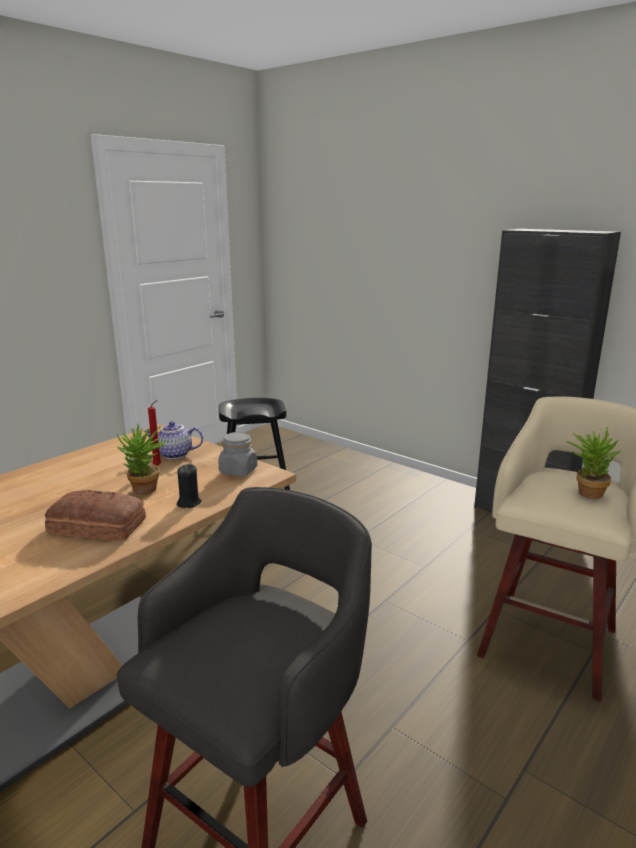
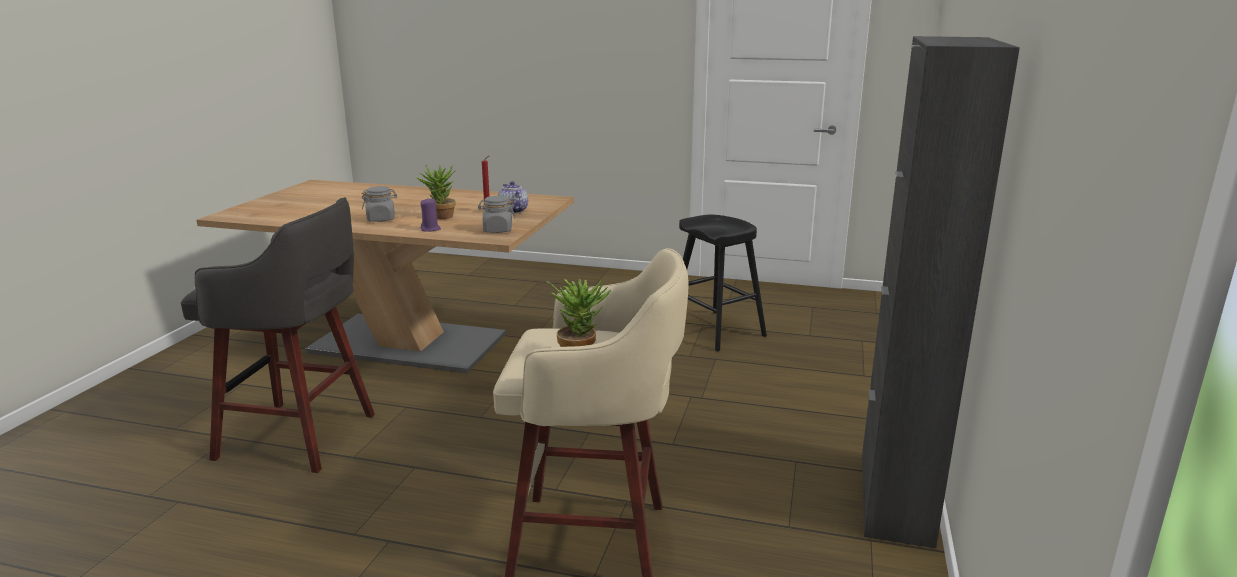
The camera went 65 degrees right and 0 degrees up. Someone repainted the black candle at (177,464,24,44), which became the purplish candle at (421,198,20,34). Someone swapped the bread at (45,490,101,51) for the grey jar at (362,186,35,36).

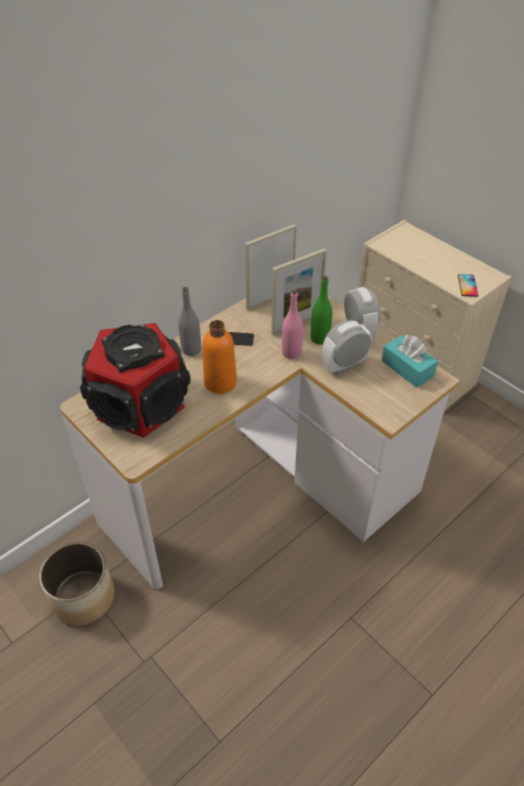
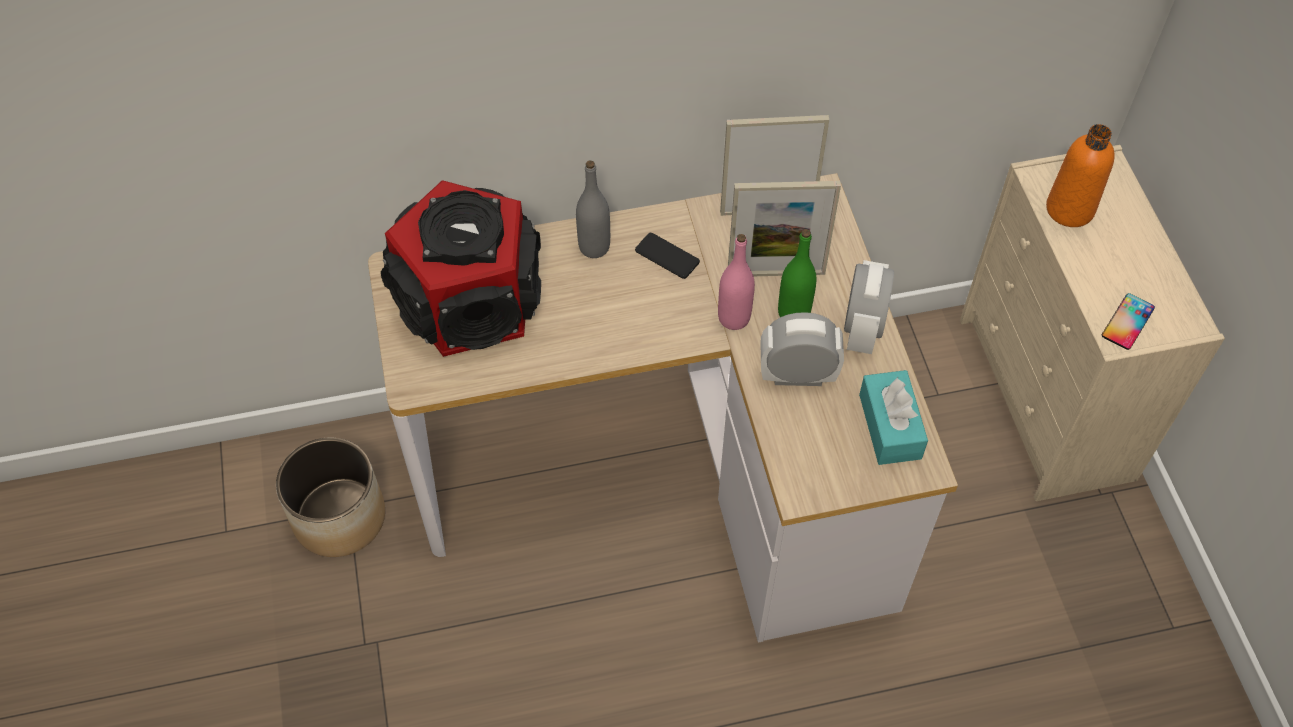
The camera went 30 degrees right and 10 degrees up. Someone carried the orange-coloured drink bottle from (202,320,35,74) to (1046,124,69,103).

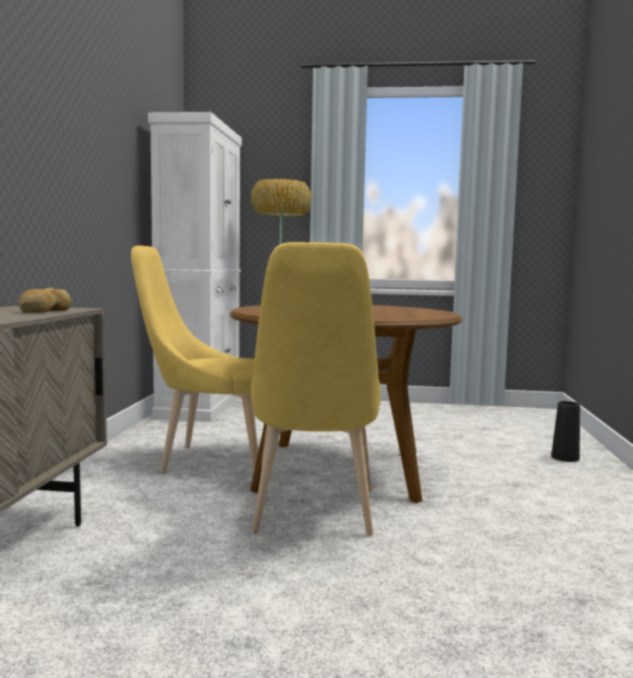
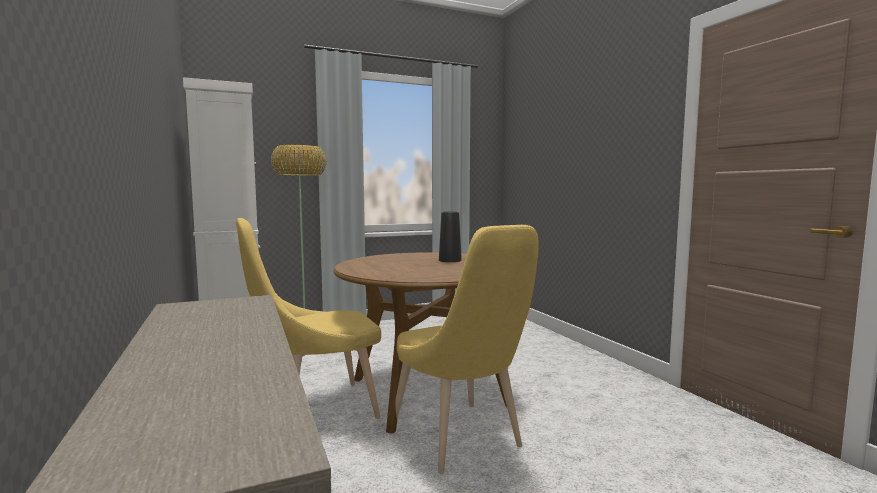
The camera went 30 degrees left and 0 degrees up. Someone took away the bread at (19,288,53,25). Someone carried the black decorative vase from (551,401,29,61) to (439,212,23,50).

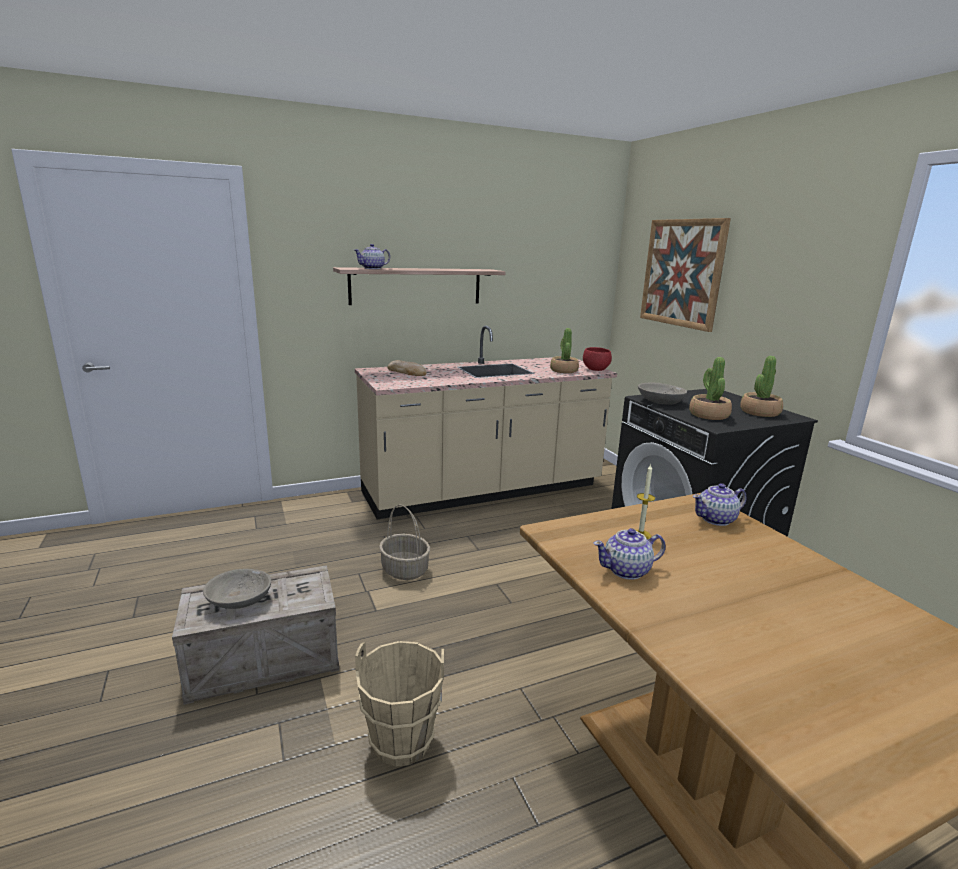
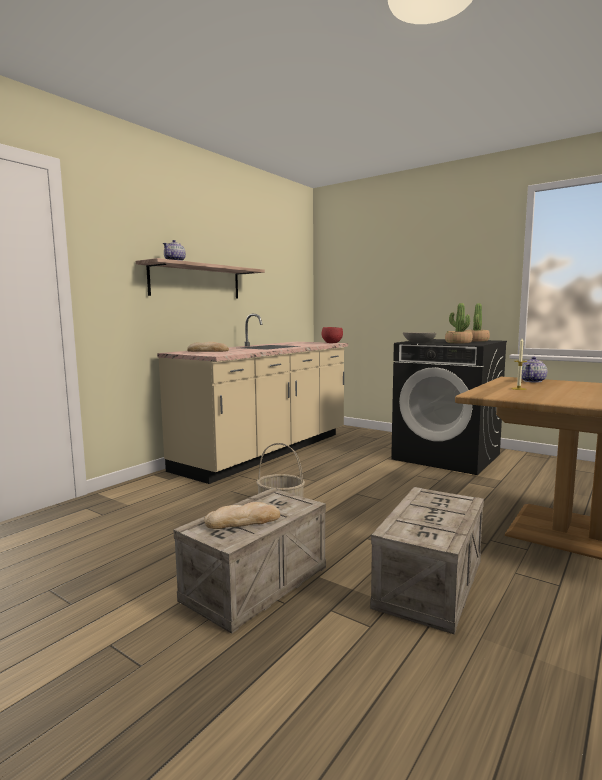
The camera went 30 degrees left and 10 degrees down. Someone took away the wall picture at (640,218,91,114). Someone took away the potted plant at (550,328,29,45). Someone took away the pot for tea at (593,528,72,52). Someone swapped the grey deep dish at (203,569,68,40) for the bread at (204,502,76,27). Someone swapped the beige-coloured water bucket at (355,641,89,126) for the shipping crate at (370,487,114,147).

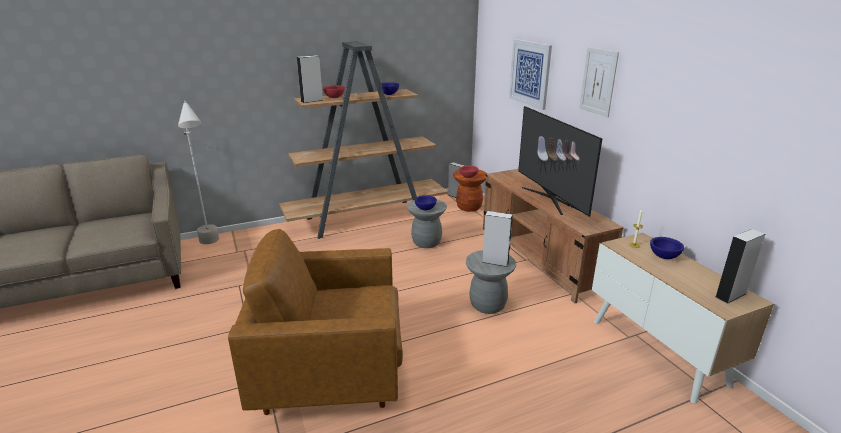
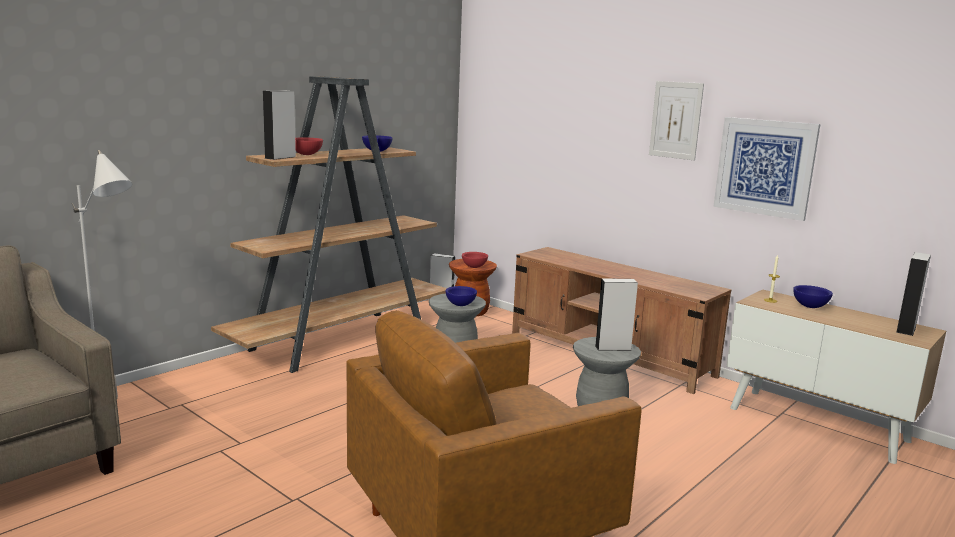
The camera went 25 degrees left and 10 degrees down. Someone carried the wall picture from (509,39,43,71) to (713,117,107,104). Someone took away the television at (518,106,84,111).

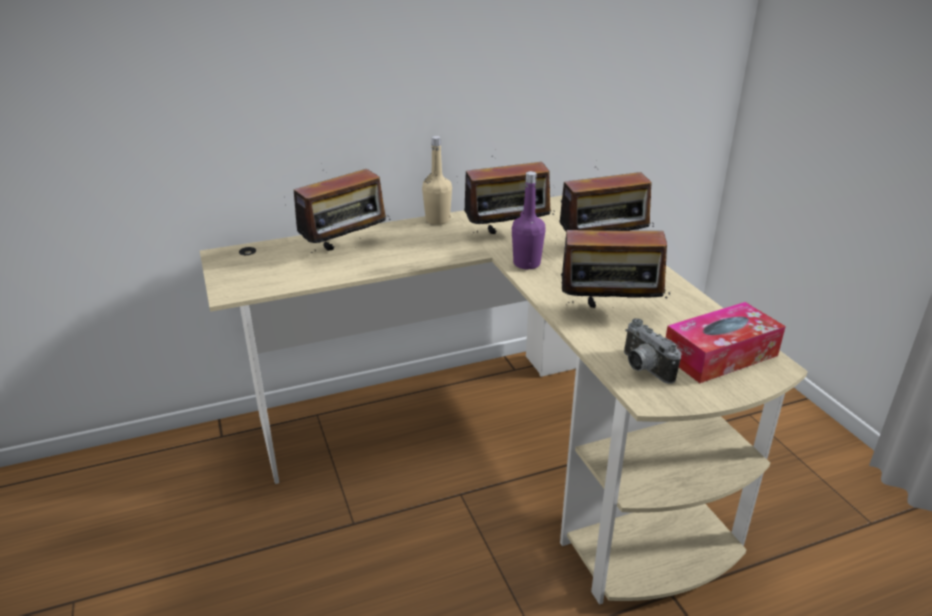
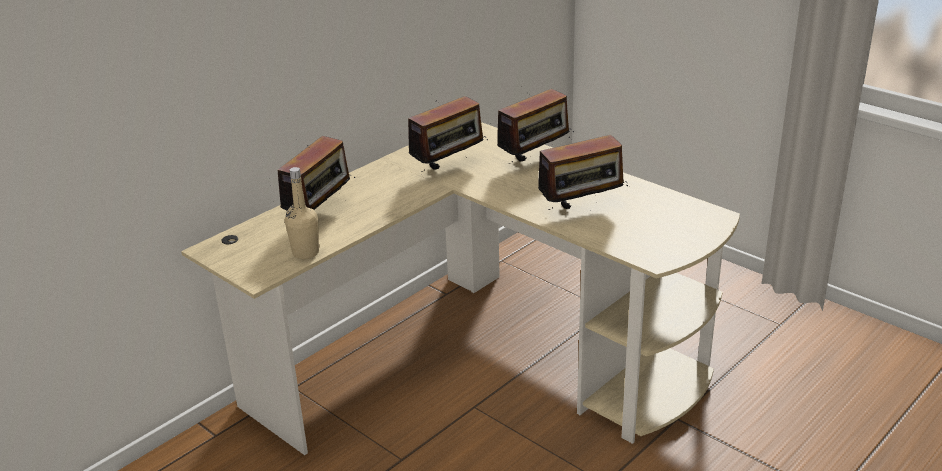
The camera went 25 degrees left and 0 degrees up. Someone carried the beige-coloured drink bottle from (422,136,30,89) to (285,167,35,92). Someone took away the purplish drink bottle at (512,171,34,99). Someone took away the box of tissues at (666,302,120,81). Someone took away the still camera at (624,318,57,66).

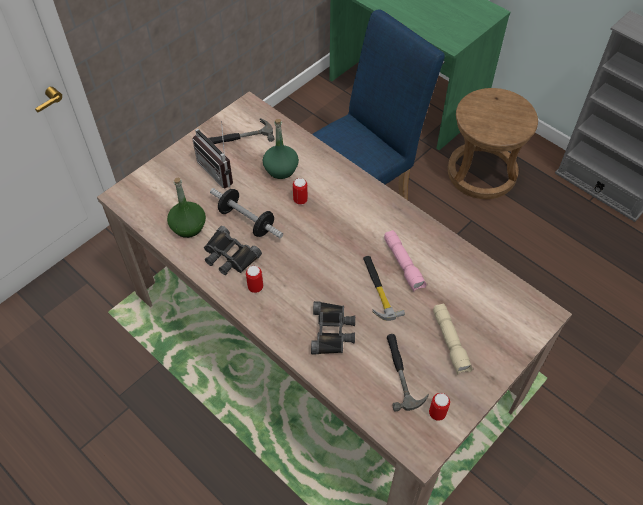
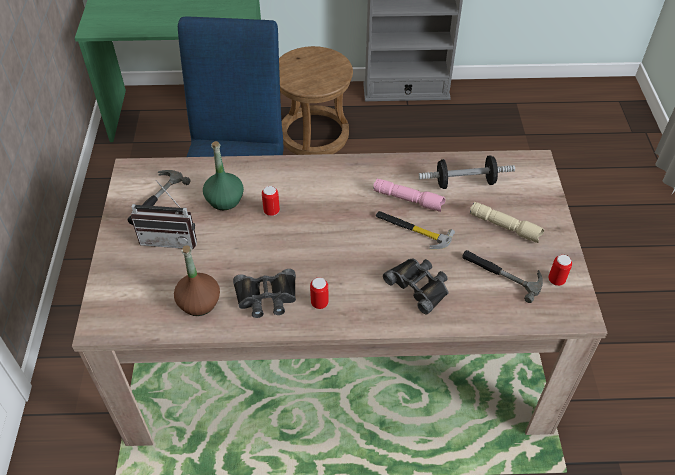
The camera went 45 degrees left and 5 degrees down. Someone repainted the green drink bottle at (167,178,39,60), which became the brown drink bottle at (174,245,46,71). Someone carried the free weight from (210,188,73,50) to (419,155,96,34).

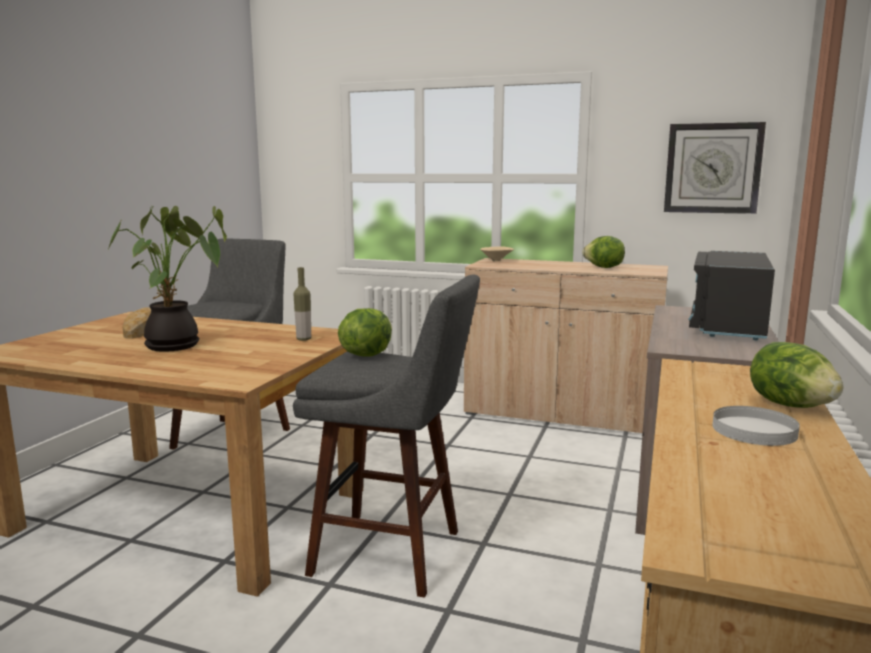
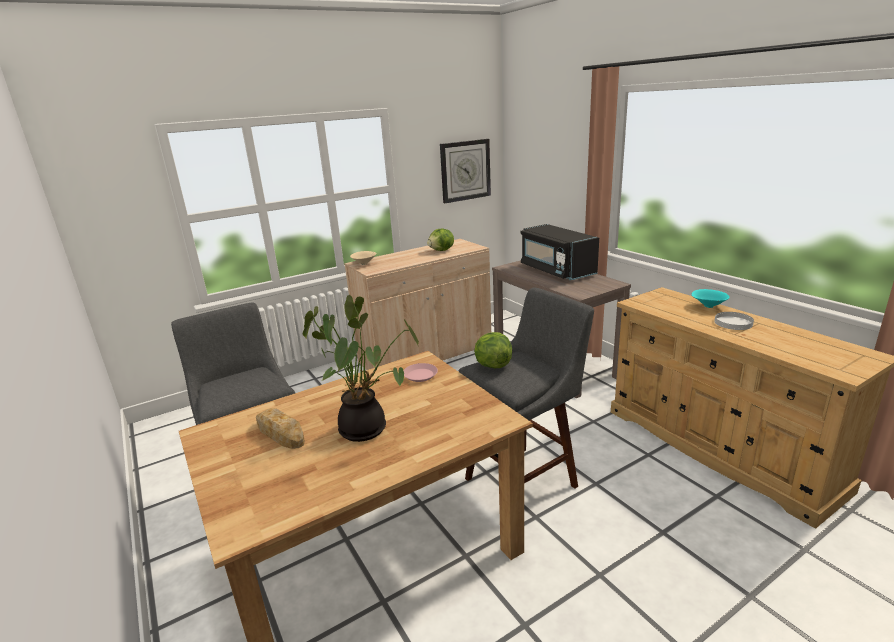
The camera went 50 degrees left and 10 degrees up. Someone swapped the drink bottle at (293,267,18,74) for the pink-coloured plate at (403,363,35,19). Someone swapped the lettuce at (750,342,93,66) for the turquoise deep dish at (692,289,38,19).

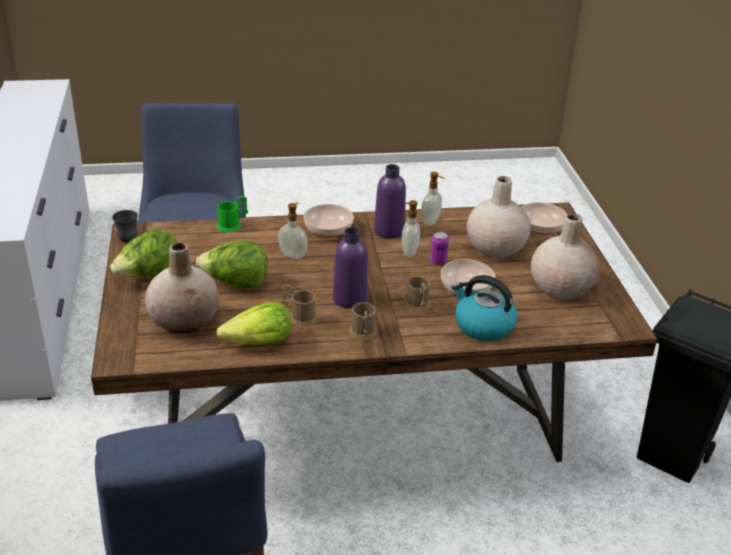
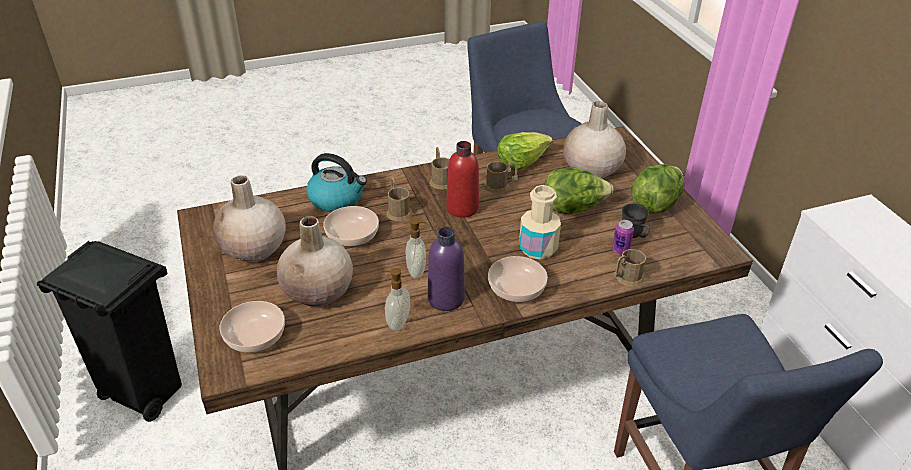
The camera went 170 degrees right and 5 degrees up. Someone repainted the green tea mug at (216,196,32,36), which became the brown tea mug at (614,249,32,38). Someone swapped the soap bottle at (278,202,30,57) for the beige-coloured drink bottle at (519,185,42,75). Someone carried the grey tea mug from (112,210,26,33) to (622,203,28,35). Someone repainted the purplish drink bottle at (333,227,34,82), which became the reddish drink bottle at (446,141,33,77). Someone carried the metal can from (430,232,19,33) to (612,220,22,35).

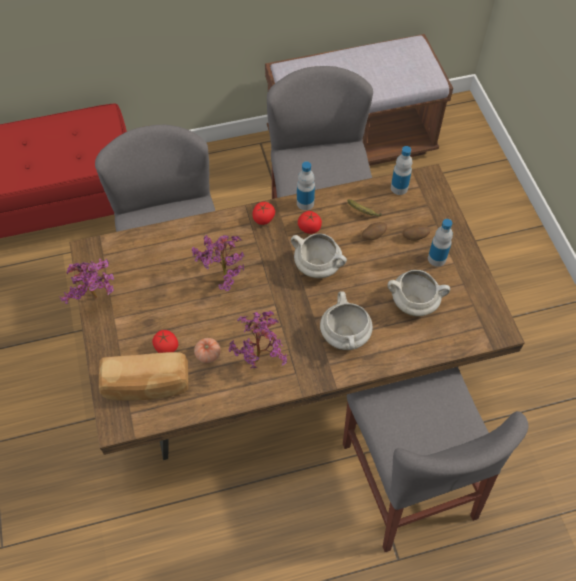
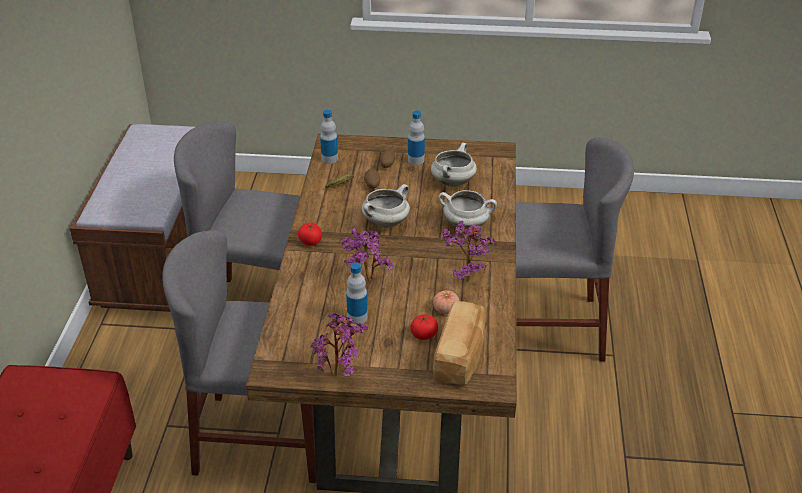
The camera went 70 degrees left and 20 degrees down. Someone carried the drink bottle from (297,161,18,49) to (346,262,22,63). Someone took away the tomato at (298,211,24,23).

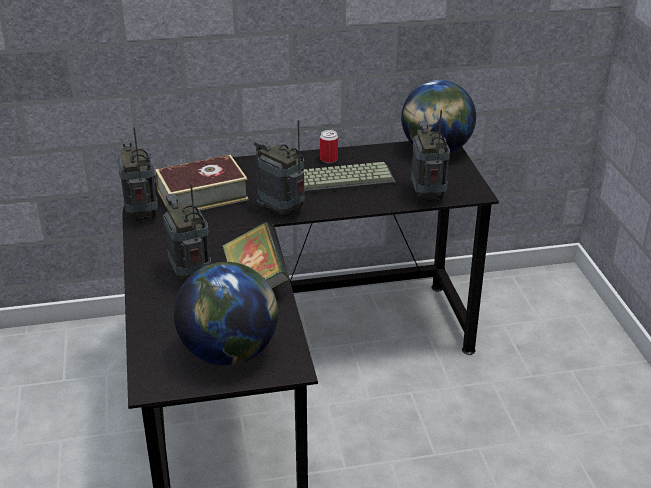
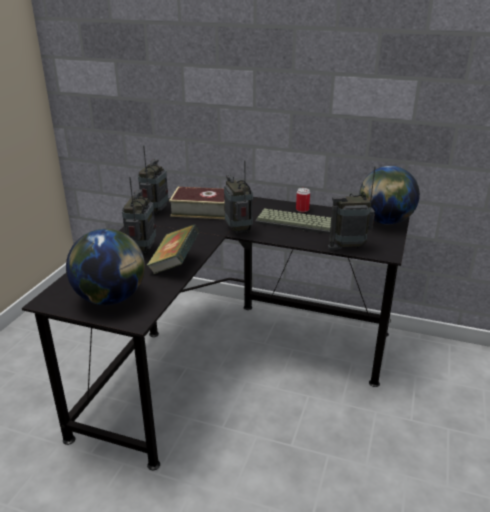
The camera went 30 degrees right and 5 degrees down. Someone rotated the radio receiver at (411,110,39,91) by 120 degrees counterclockwise.

